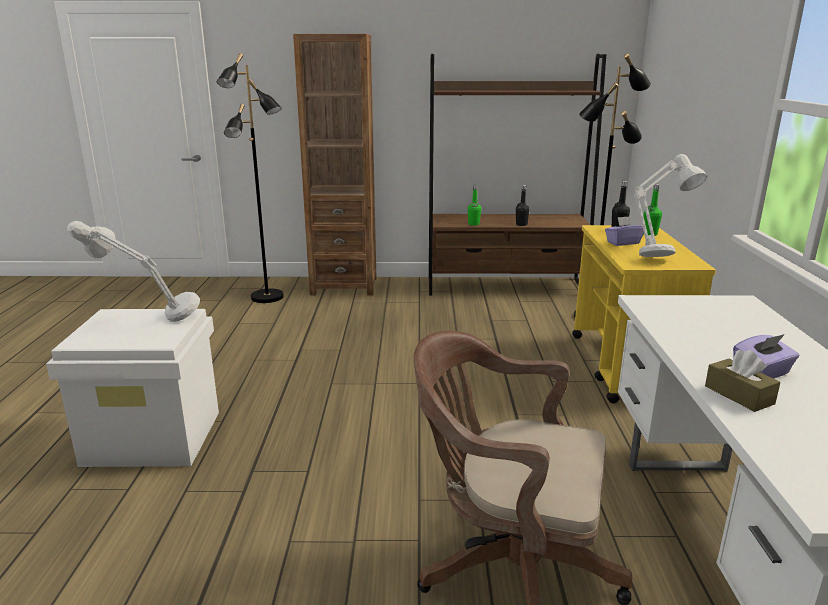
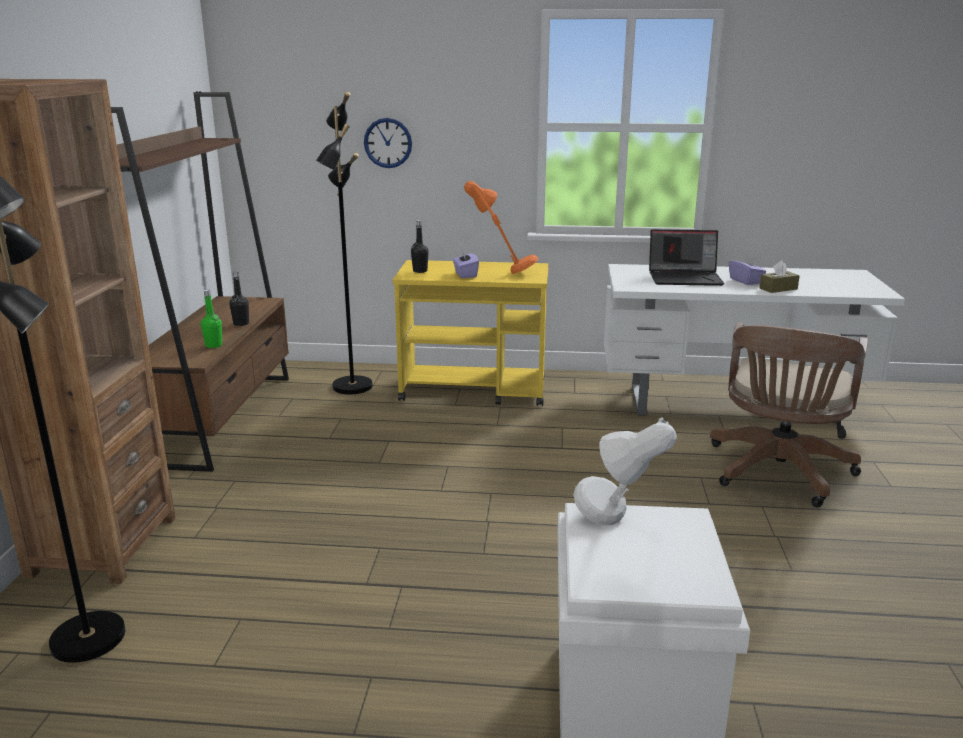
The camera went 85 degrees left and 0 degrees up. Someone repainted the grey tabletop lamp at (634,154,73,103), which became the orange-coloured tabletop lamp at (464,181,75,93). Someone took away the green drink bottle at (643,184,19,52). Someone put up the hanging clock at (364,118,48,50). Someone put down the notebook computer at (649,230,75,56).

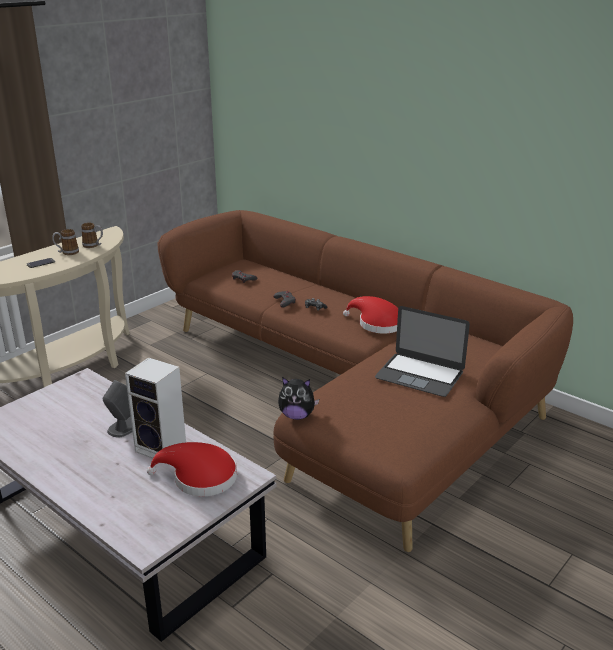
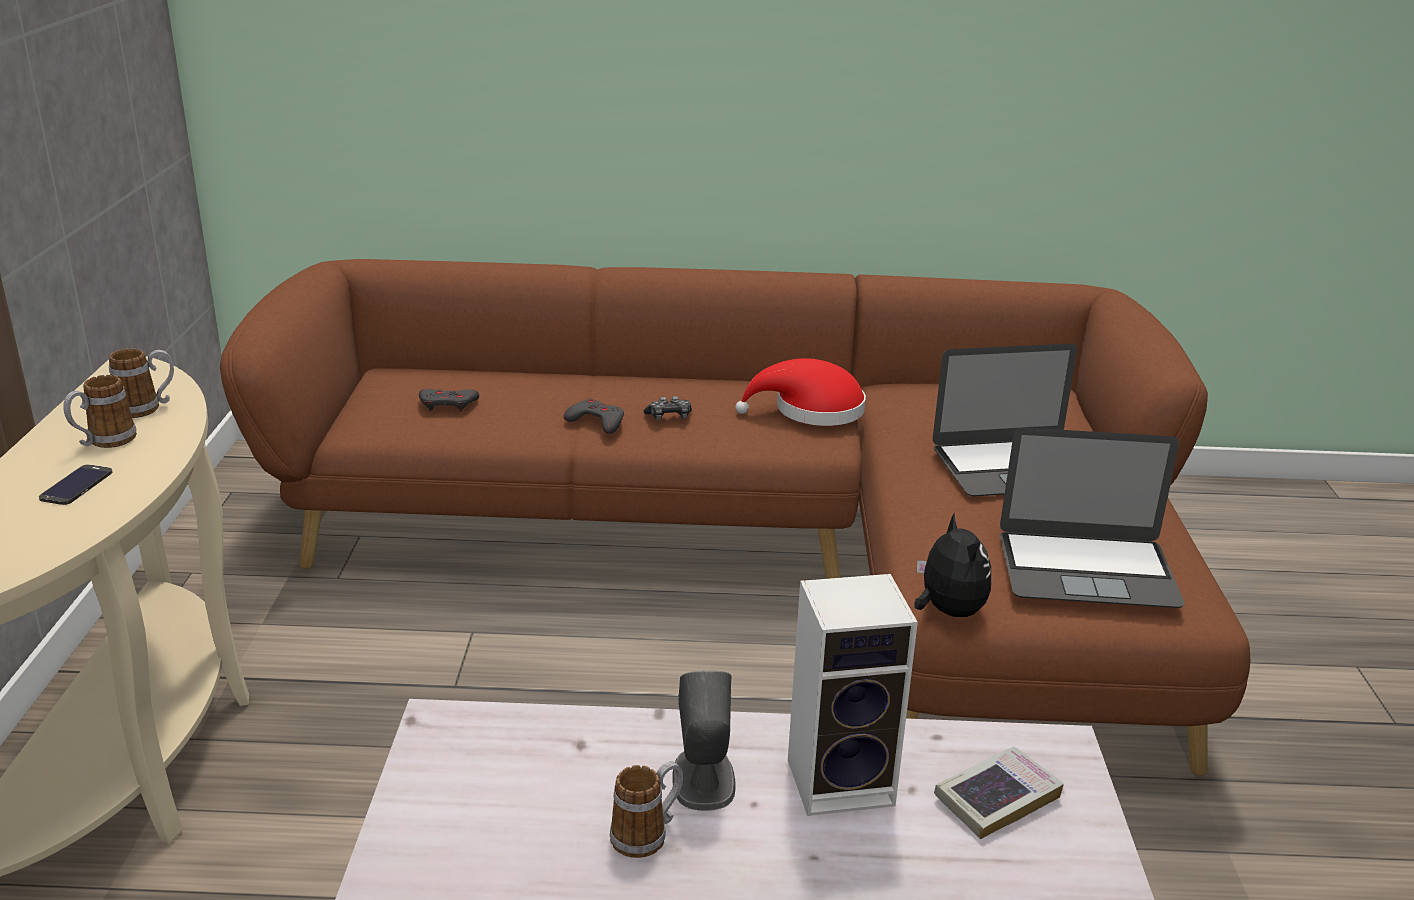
The camera went 40 degrees left and 0 degrees up. Someone rotated the soft toy at (278,377,41,43) by 75 degrees counterclockwise. Someone swapped the reddish hat at (147,442,90,54) for the volume at (934,747,130,92). Someone put down the notebook computer at (1000,427,185,181). Someone put down the tea mug at (610,761,73,97).

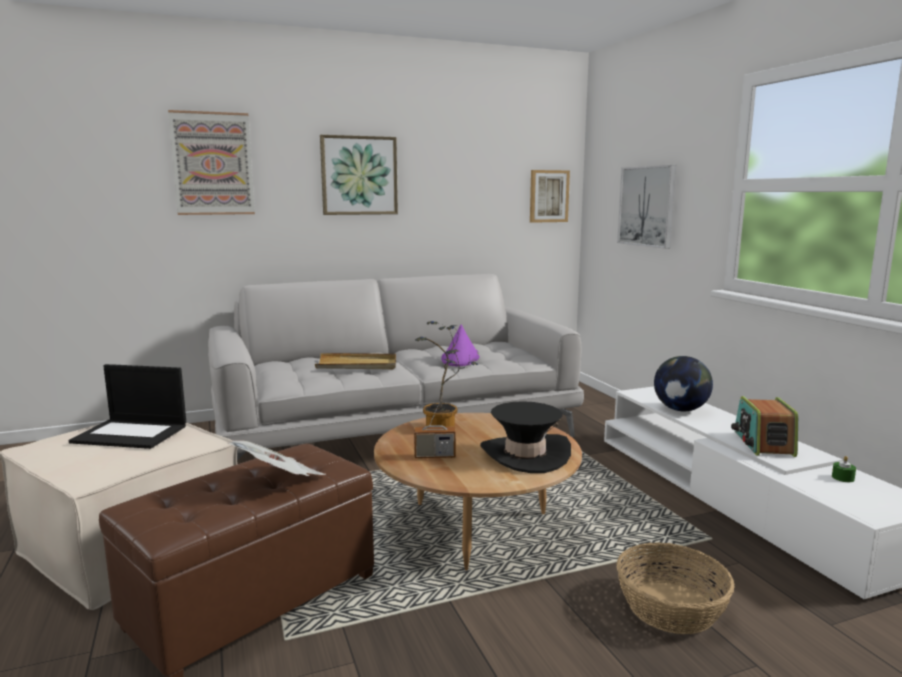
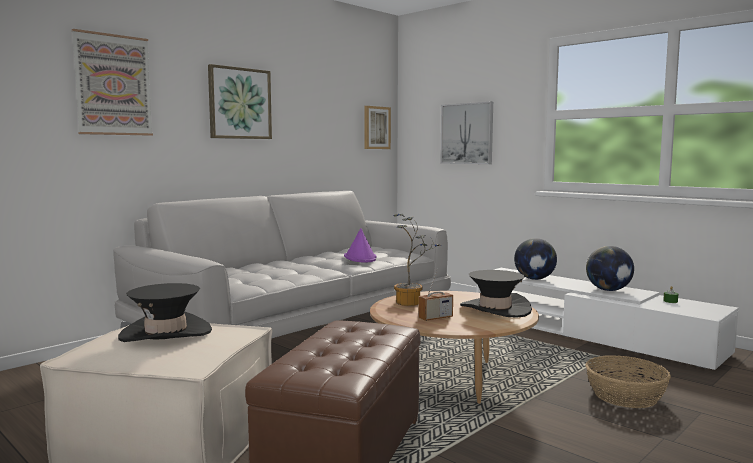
The camera went 25 degrees left and 5 degrees down. Someone took away the beige-coloured tray at (315,353,81,17). Someone swapped the notebook computer at (69,364,117,85) for the black hat at (118,283,94,59). Someone swapped the radio receiver at (731,396,67,61) for the desk globe at (586,246,48,45). Someone took away the printed paper at (228,440,98,36).

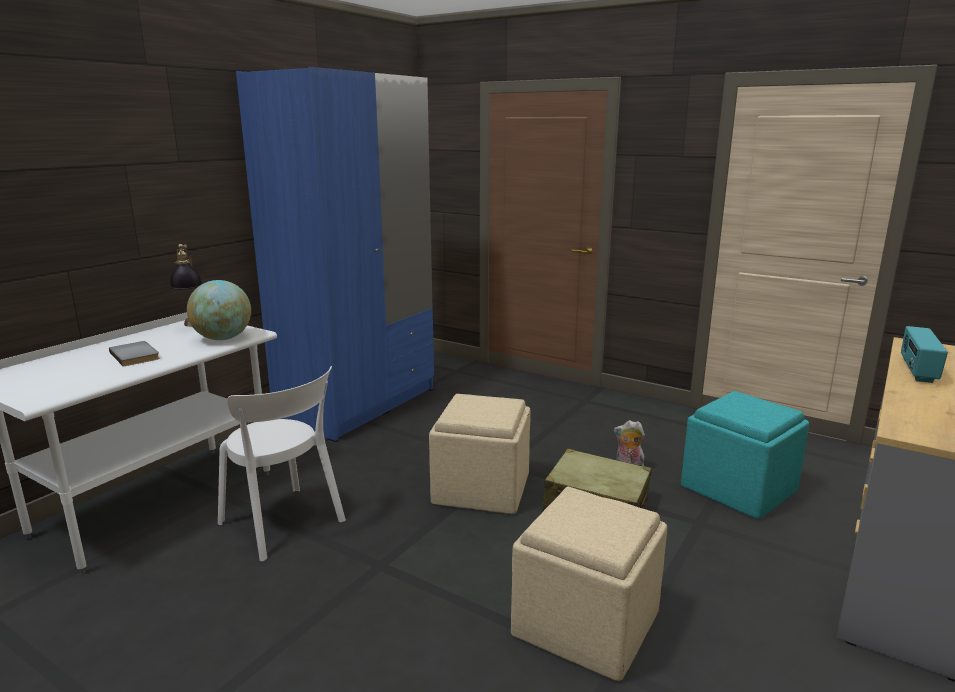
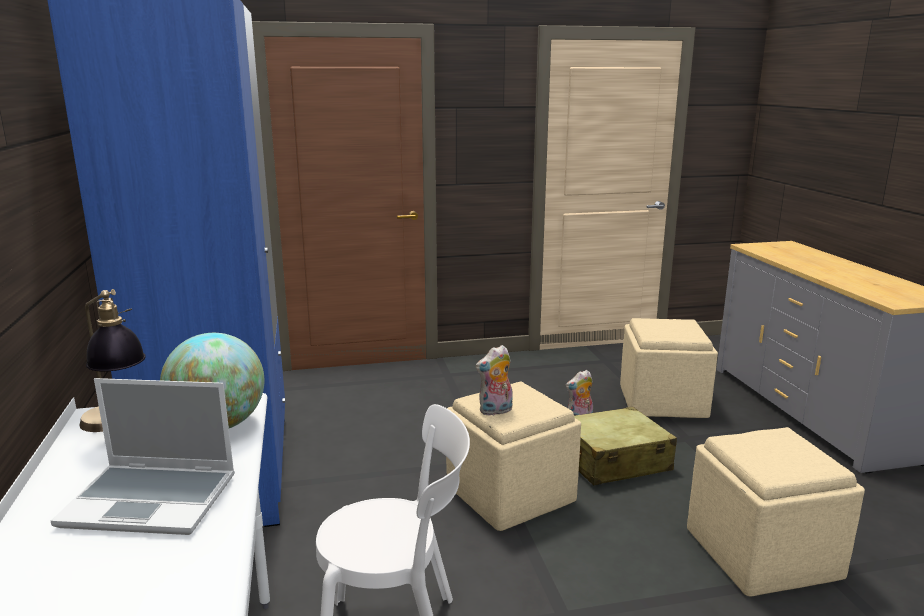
The camera went 45 degrees left and 0 degrees up. Someone took away the radio receiver at (901,326,47,57). Someone swapped the grey volume at (109,341,51,26) for the notebook computer at (51,378,184,157). Someone repainted the turquoise footrest at (681,391,128,128), which became the beige-coloured footrest at (620,318,98,100). Someone put down the soft toy at (476,345,37,71).

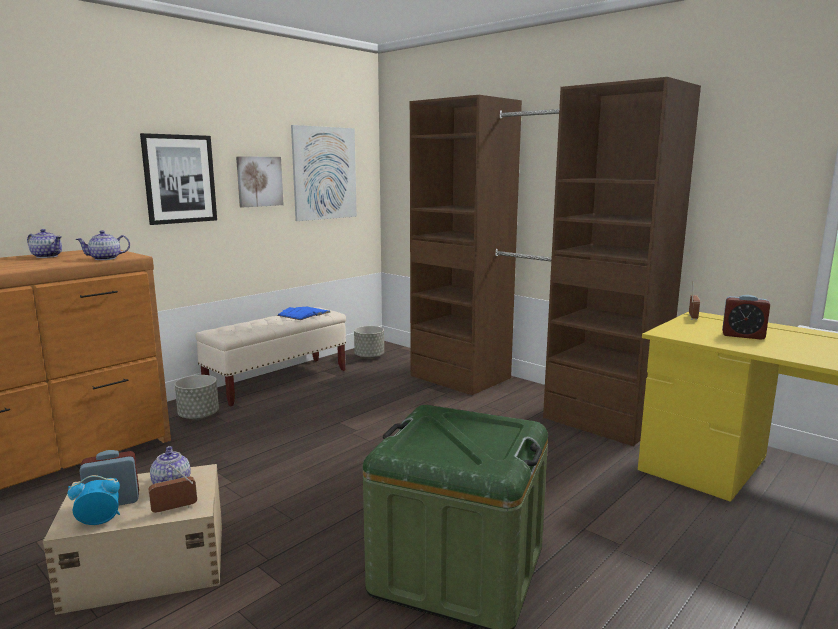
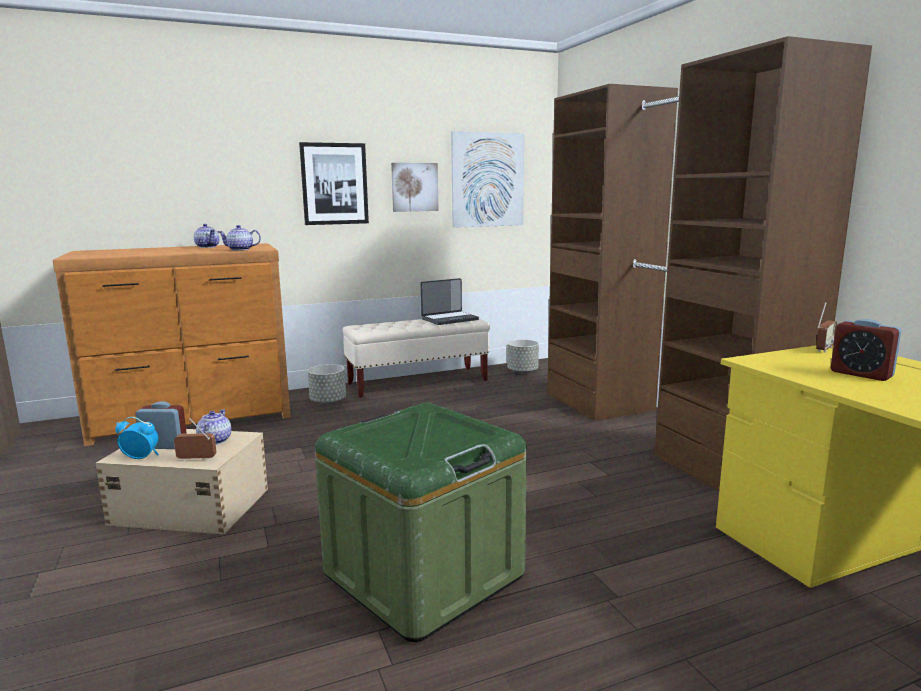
The camera went 25 degrees right and 0 degrees up. Someone swapped the blue-coloured volume at (277,307,53,13) for the notebook computer at (420,278,59,47).

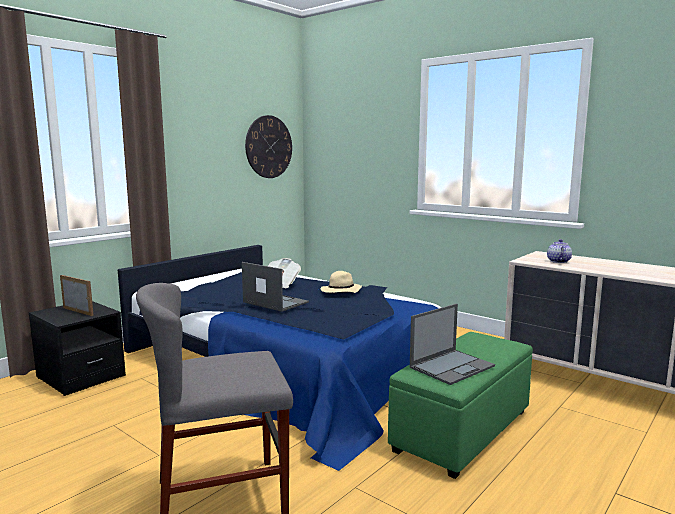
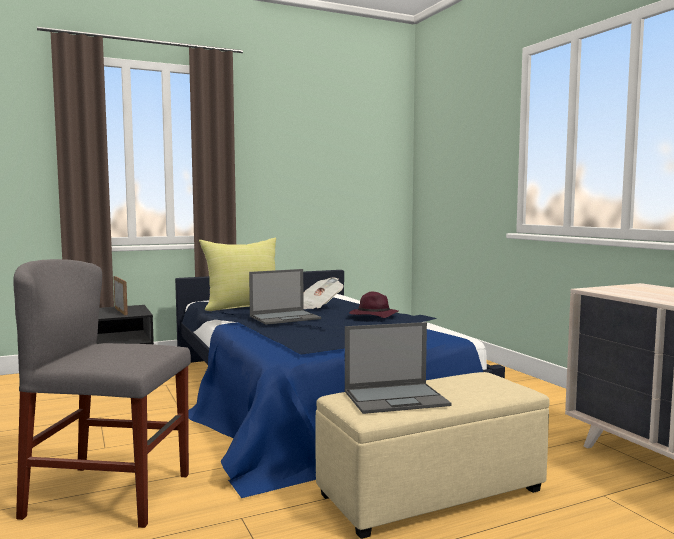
The camera went 25 degrees right and 5 degrees down. Someone took away the hanging clock at (245,115,47,63). Someone took away the pot for tea at (547,239,25,24). Someone rotated the notebook computer at (242,262,67,50) by 90 degrees clockwise. Someone repainted the beige-coloured hat at (321,271,41,22), which became the purplish hat at (349,291,50,27). Someone repainted the green footrest at (388,332,145,147), which became the beige-coloured footrest at (315,372,235,167). Someone put down the yellowish cushion at (199,238,77,73).

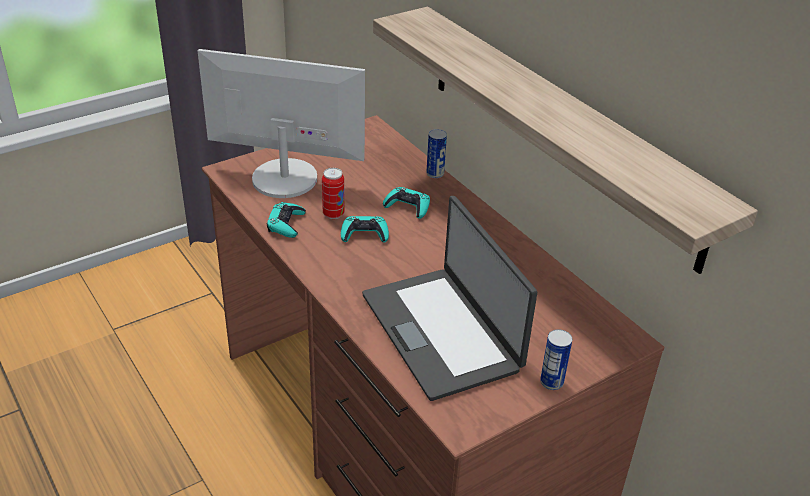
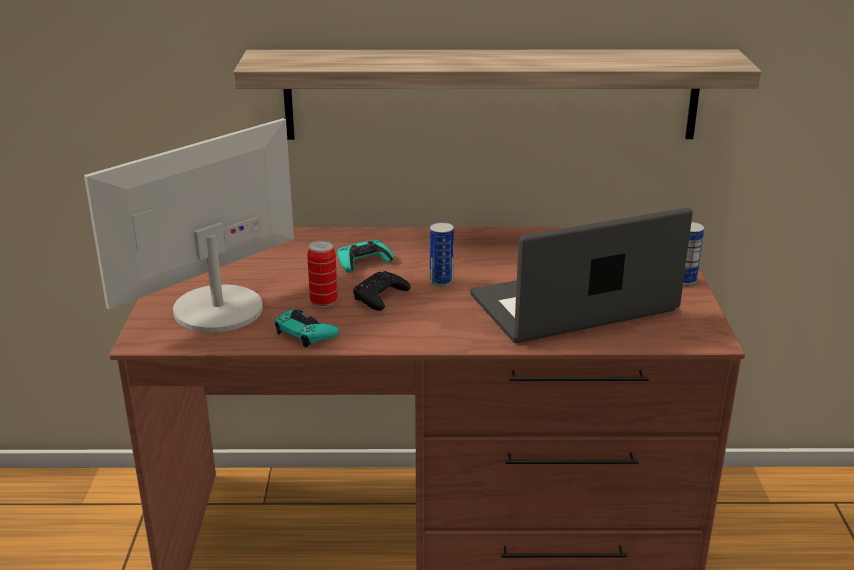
The camera went 55 degrees left and 10 degrees down. Someone carried the metal can from (426,129,21,49) to (430,222,24,65). Someone rotated the notebook computer at (362,196,175,205) by 150 degrees clockwise. Someone repainted the turquoise game controller at (341,216,48,27), which became the black game controller at (353,271,57,40).

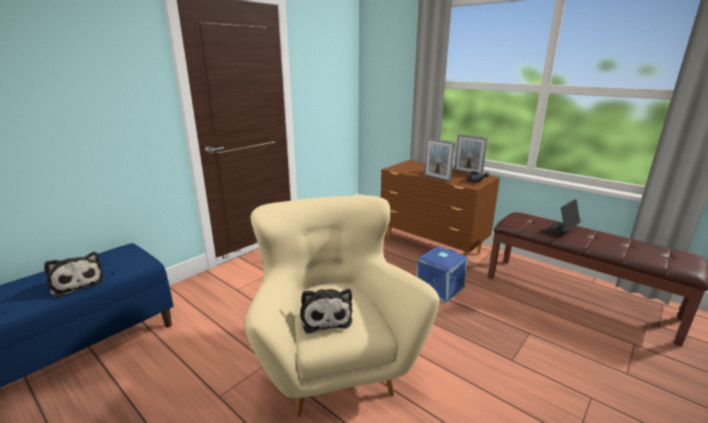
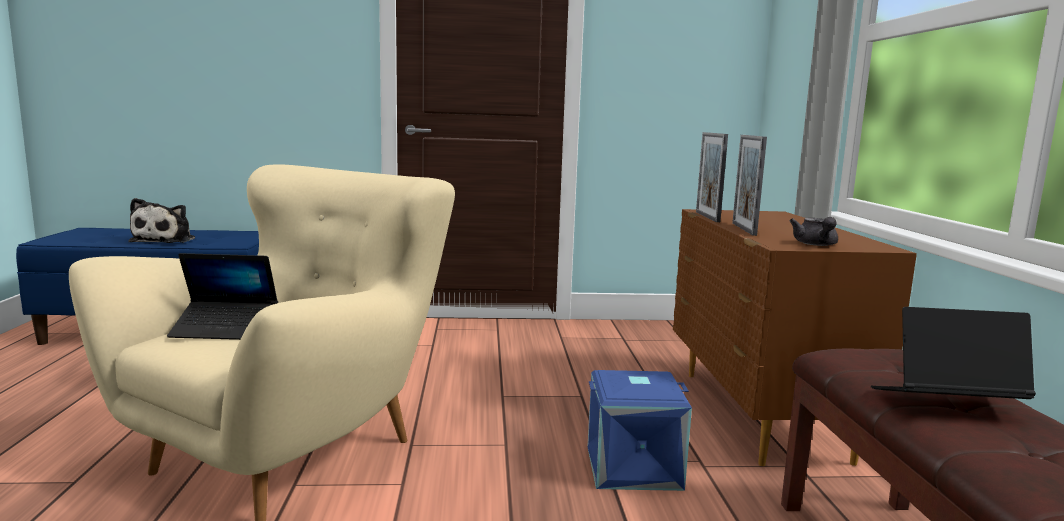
The camera went 45 degrees right and 10 degrees down. Someone carried the standing frame from (454,134,34,42) to (696,132,32,90). Someone swapped the soft toy at (300,289,52,44) for the notebook computer at (167,253,111,87).

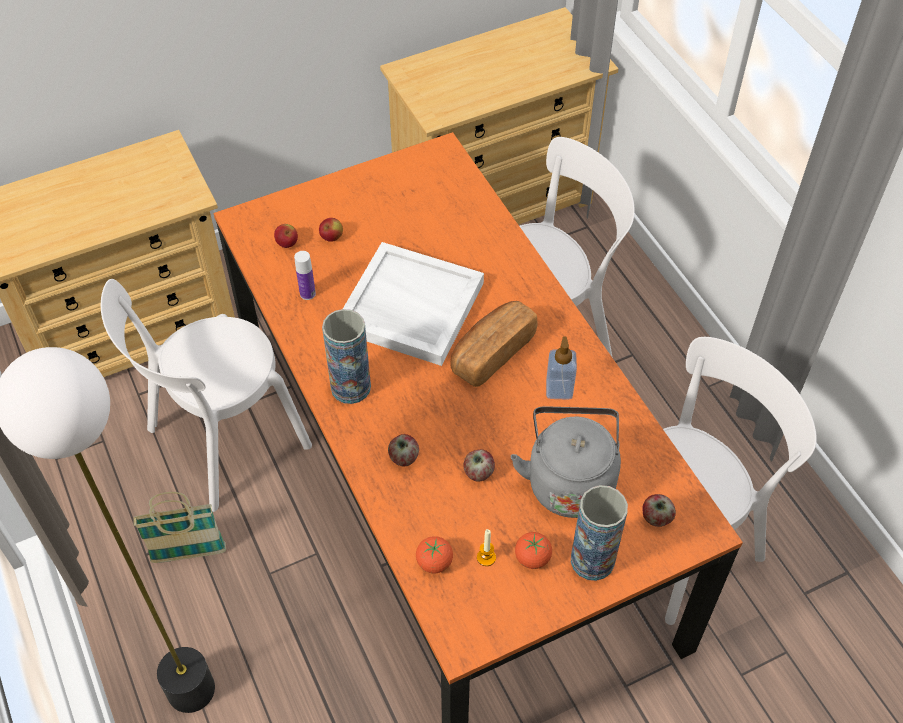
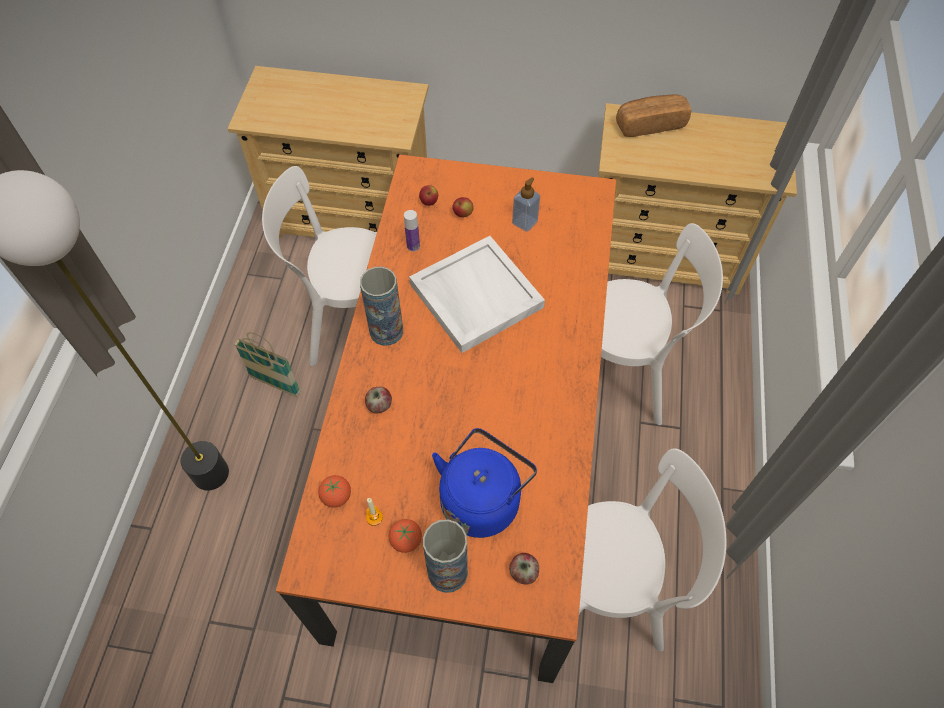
The camera went 35 degrees right and 5 degrees up. Someone carried the bread from (450,301,87,86) to (616,95,75,42). Someone carried the soap bottle from (546,336,31,64) to (512,177,28,55). Someone repainted the grey tea kettle at (511,406,110,112), which became the blue-coloured tea kettle at (432,428,105,110). Someone took away the apple at (464,449,31,33).

